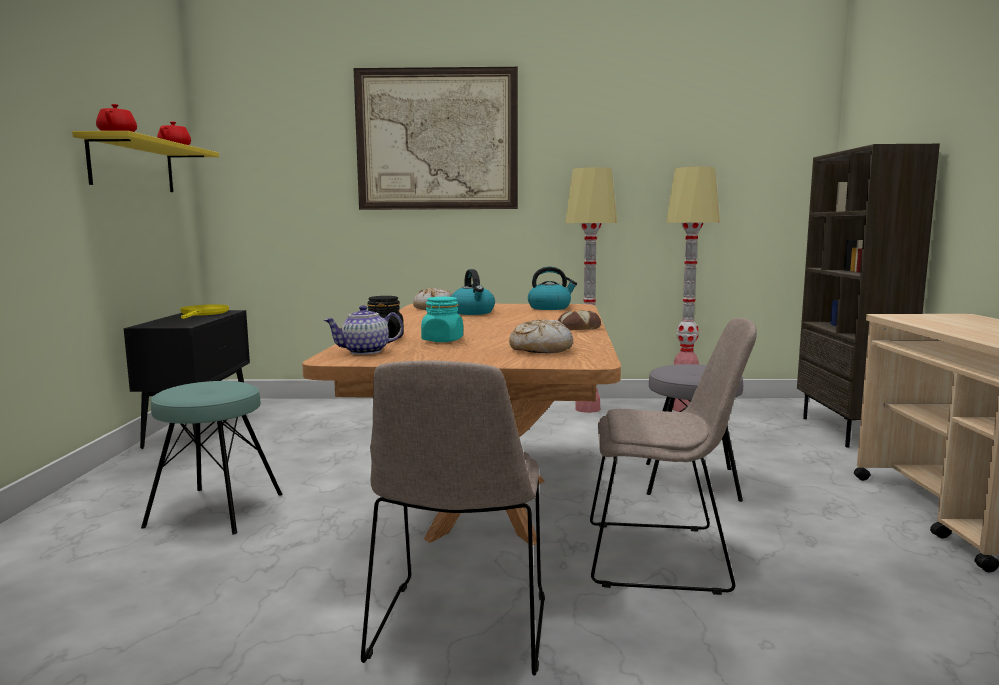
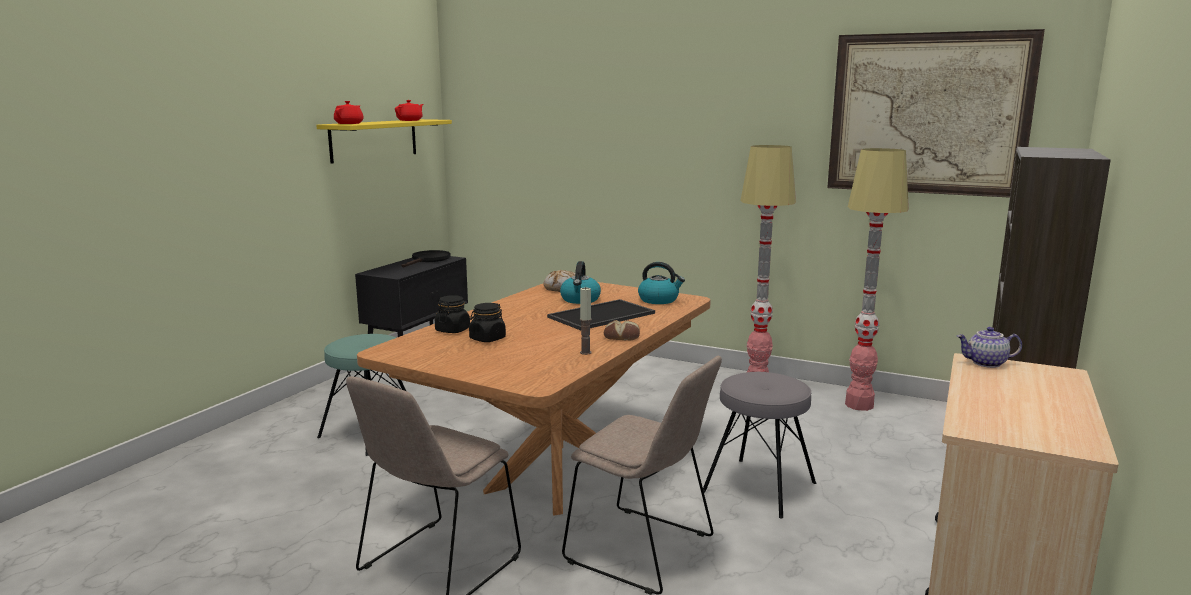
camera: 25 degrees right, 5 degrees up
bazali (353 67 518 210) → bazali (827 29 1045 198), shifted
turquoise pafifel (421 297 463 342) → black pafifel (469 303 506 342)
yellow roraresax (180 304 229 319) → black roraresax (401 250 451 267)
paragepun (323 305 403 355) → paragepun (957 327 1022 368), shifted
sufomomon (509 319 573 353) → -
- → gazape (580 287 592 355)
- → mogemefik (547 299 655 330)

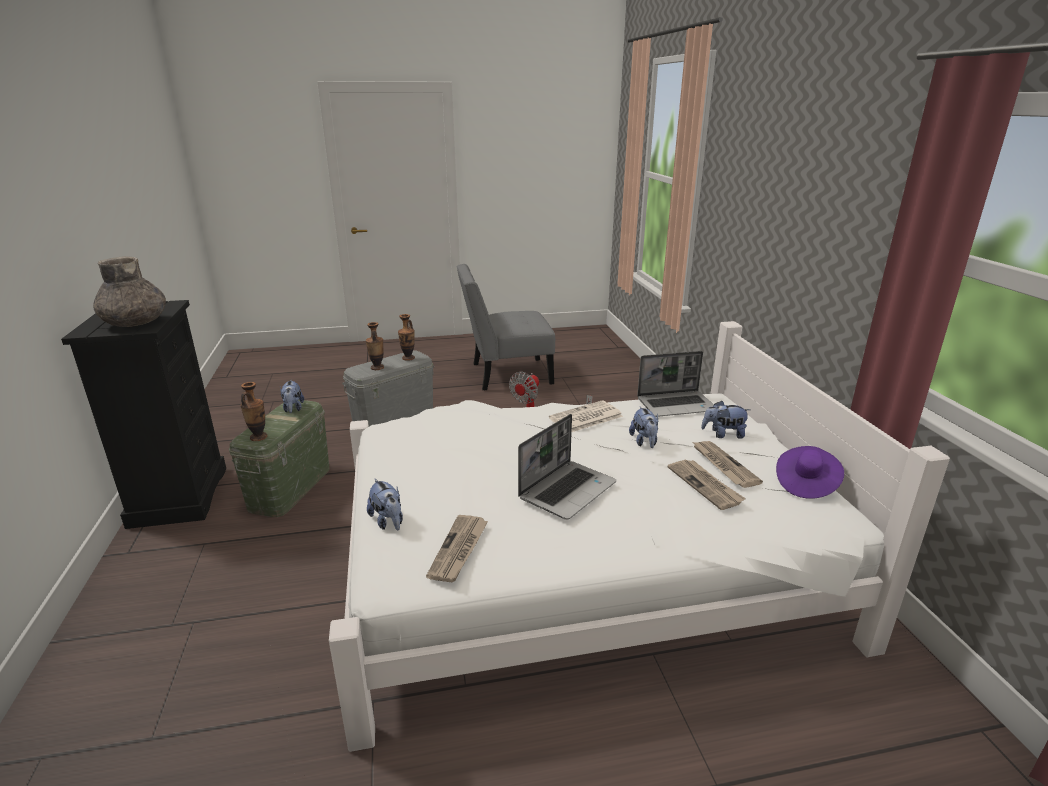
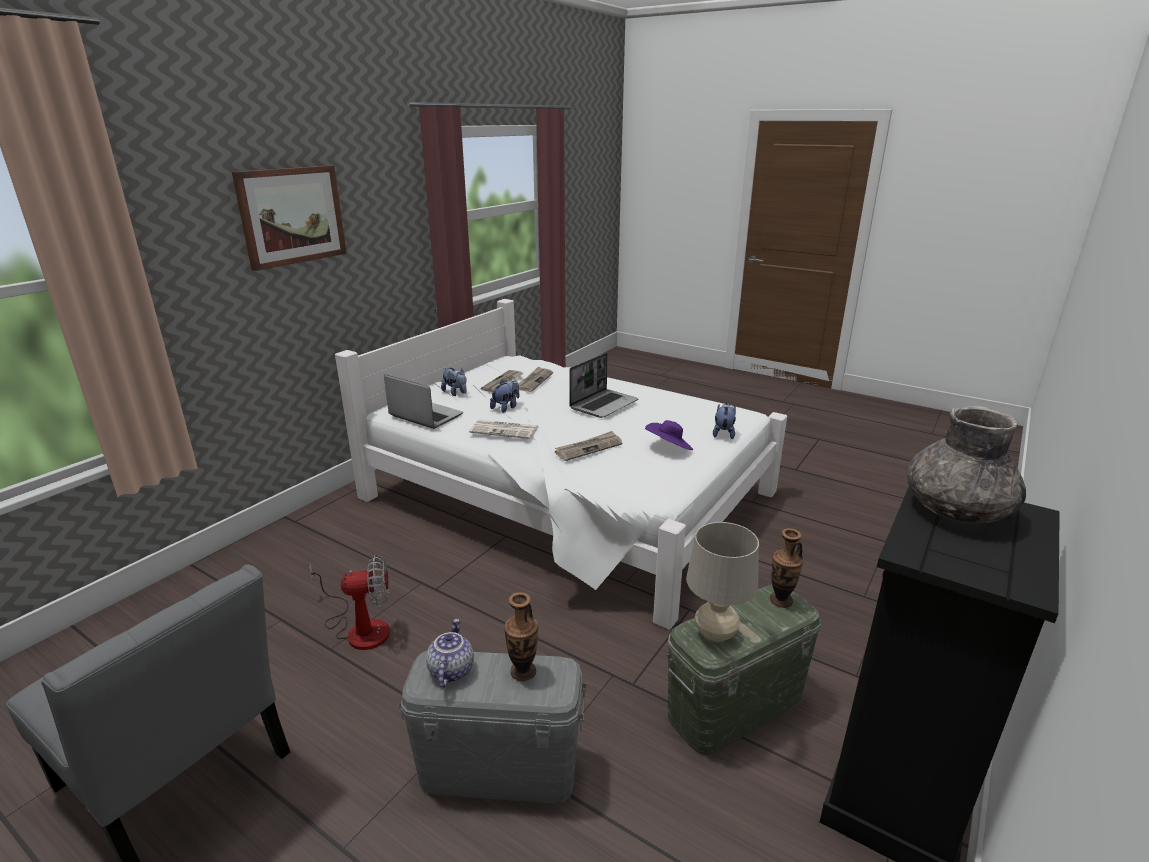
camera: 135 degrees left, 0 degrees up
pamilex (398 314 415 361) → paragepun (426 619 474 688)
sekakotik (280 379 304 413) → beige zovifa (686 522 759 643)
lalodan (518 414 616 520) → lalodan (569 353 638 418), 135 degrees clockwise
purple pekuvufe (776 446 844 499) → purple pekuvufe (645 420 693 450), shifted
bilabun (426 515 488 582) → bilabun (555 431 622 461), shifted
- → bazali (232 165 347 271)

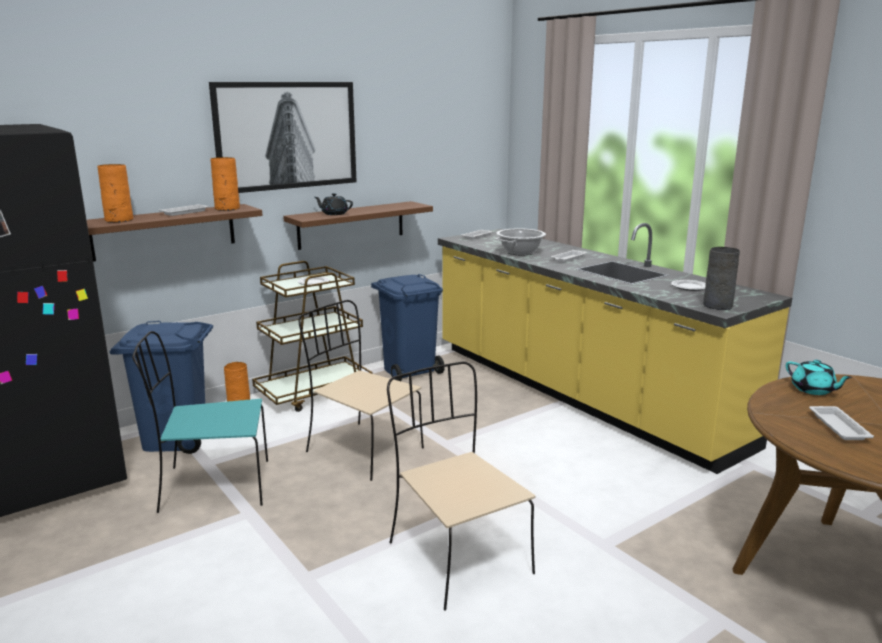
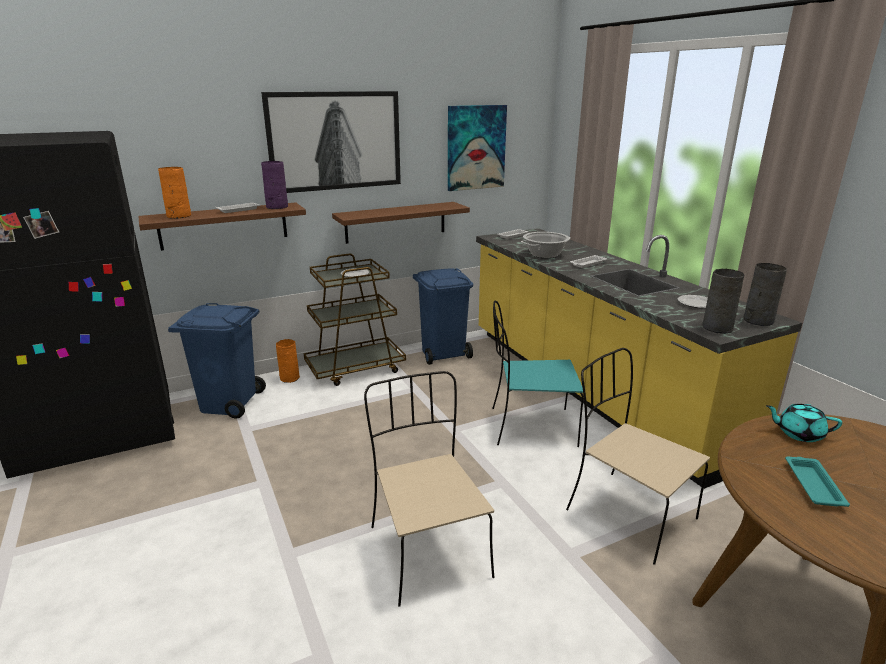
camera: 10 degrees right, 5 degrees up
orange pamilex (210 157 240 211) → purple pamilex (261 161 288 209)
black paragepun (315 193 353 215) → -
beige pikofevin (299 300 424 481) → beige pikofevin (566 348 710 565), shifted
turquoise pikofevin (132 331 268 513) → turquoise pikofevin (492 300 584 447), shifted
turquoise paragepun (786 360 852 395) → turquoise paragepun (766 404 842 442), 135 degrees clockwise
white mogemefik (809 406 874 440) → turquoise mogemefik (785 456 850 507)
- → bazali (448 105 507 191)
- → grey pamilex (744 263 787 326)

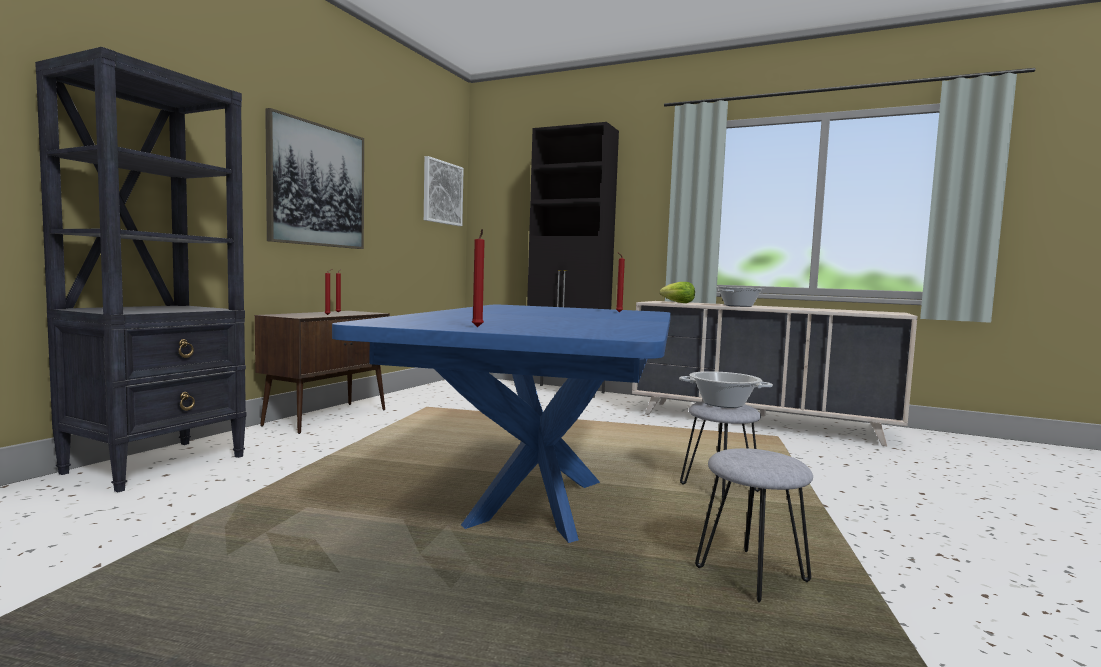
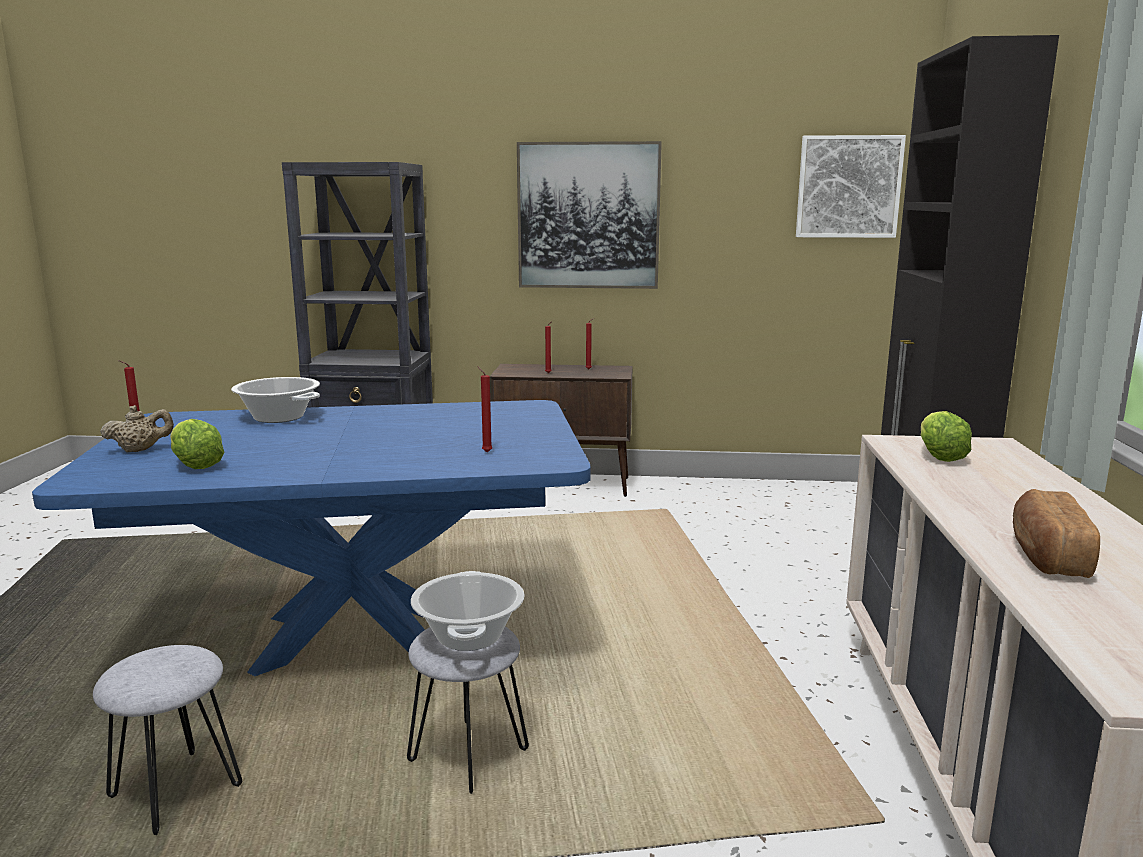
camera: 70 degrees right, 10 degrees up
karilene (718 287 765 307) → karilene (231 377 320 423), shifted
- → beige paragepun (100 405 174 452)
- → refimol (170 419 224 469)
- → sufomomon (1013 489 1100 578)

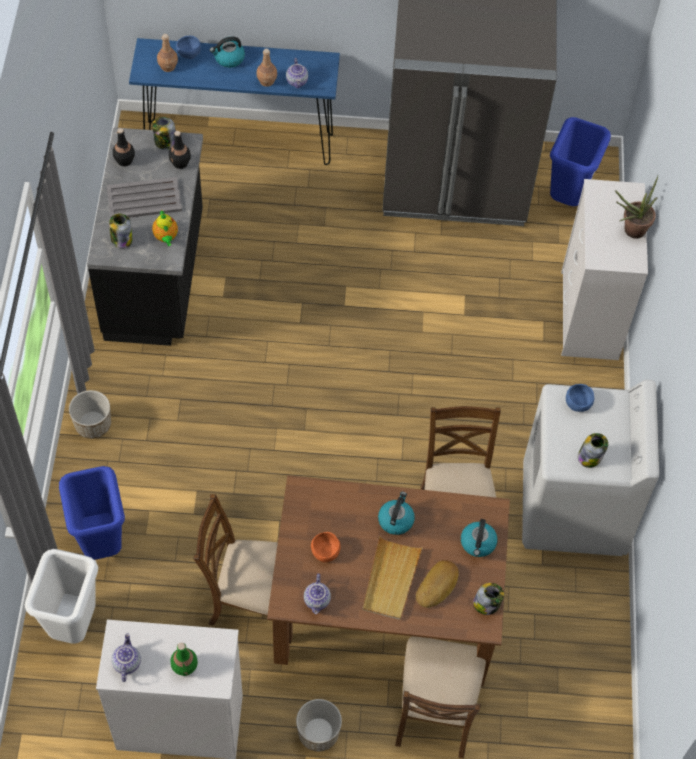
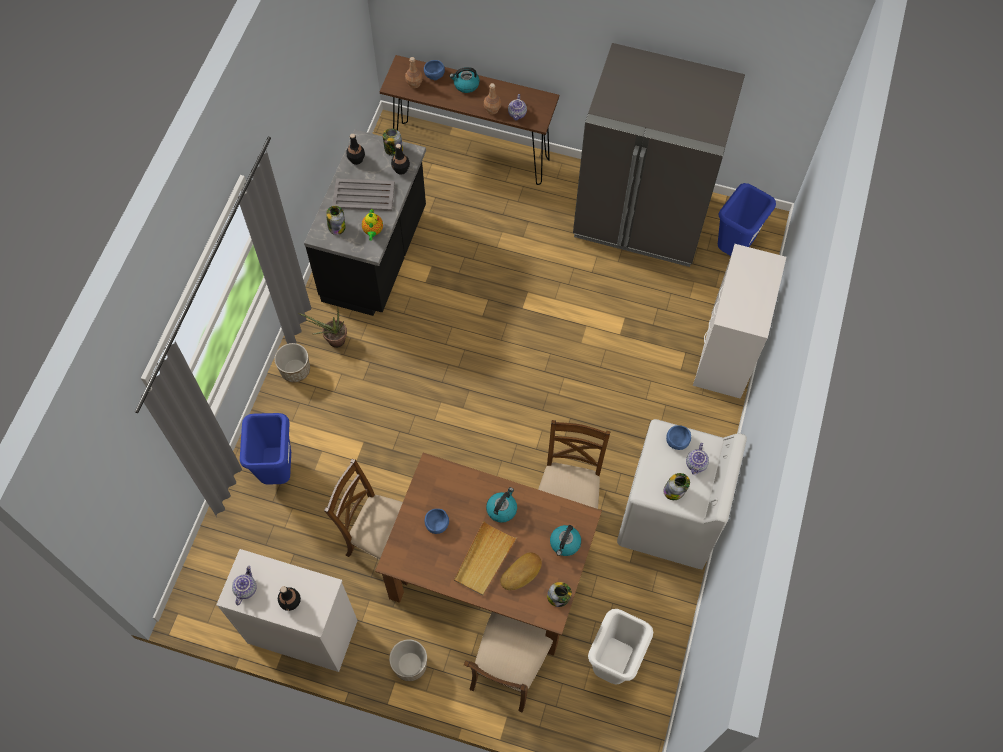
camera: 15 degrees right, 5 degrees up
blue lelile (129 38 340 165) → brown lelile (379 55 559 185)
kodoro (615 176 658 239) → kodoro (298 308 347 348), shifted
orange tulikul (311 532 341 562) → blue tulikul (424 509 449 534)
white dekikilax (25 549 98 644) → white dekikilax (588 609 654 684), shifted
paragepun (304 574 331 614) → paragepun (686 443 709 475), shifted
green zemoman (171 643 198 676) → black zemoman (278 586 301 611)

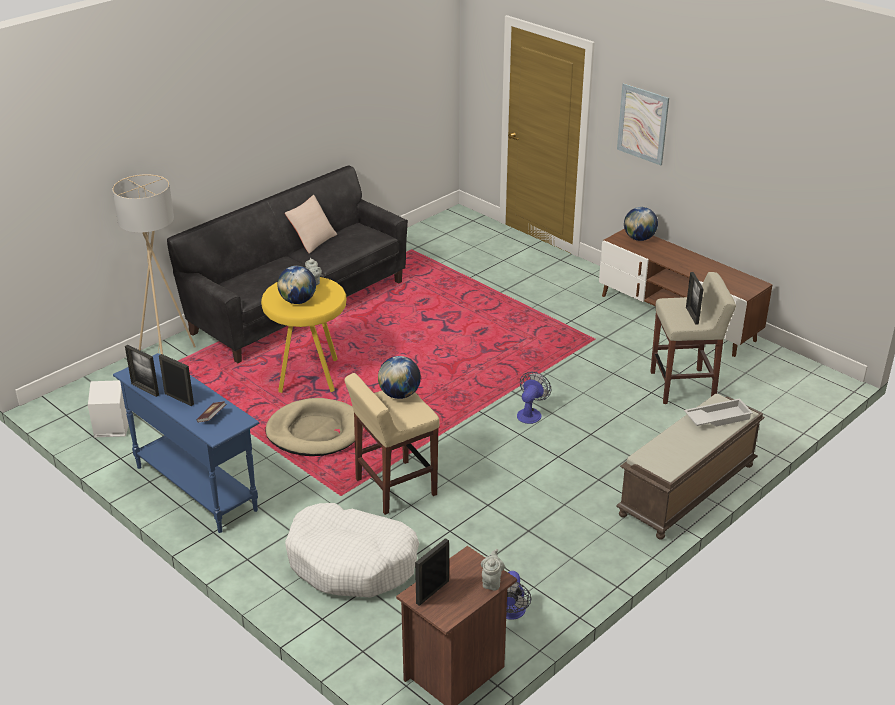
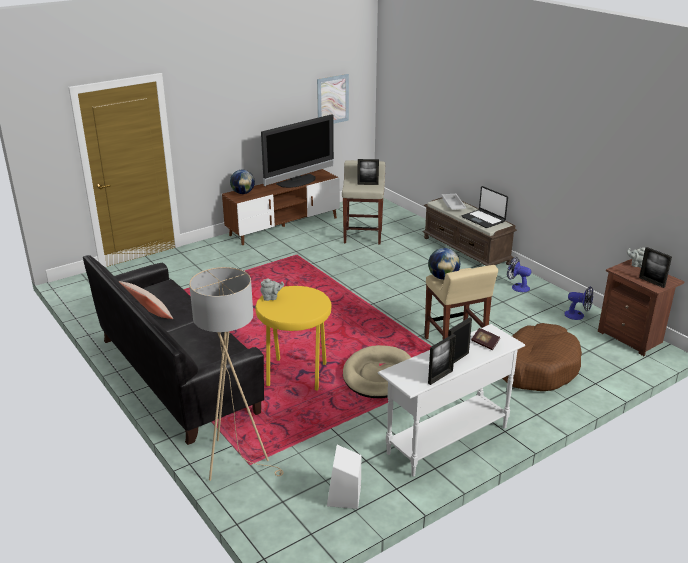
camera: 80 degrees left, 5 degrees down
bazali (617 83 669 165) → bazali (317 74 349 124), shifted
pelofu (277 266 316 304) → -
blue lelile (113 353 260 533) → white lelile (378 324 525 477)
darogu (517 372 551 424) → darogu (507 257 531 292), shifted
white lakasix (285 503 419 597) → brown lakasix (502 323 582 391)
- → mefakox (261 114 334 188)
- → lalodan (462 186 508 228)

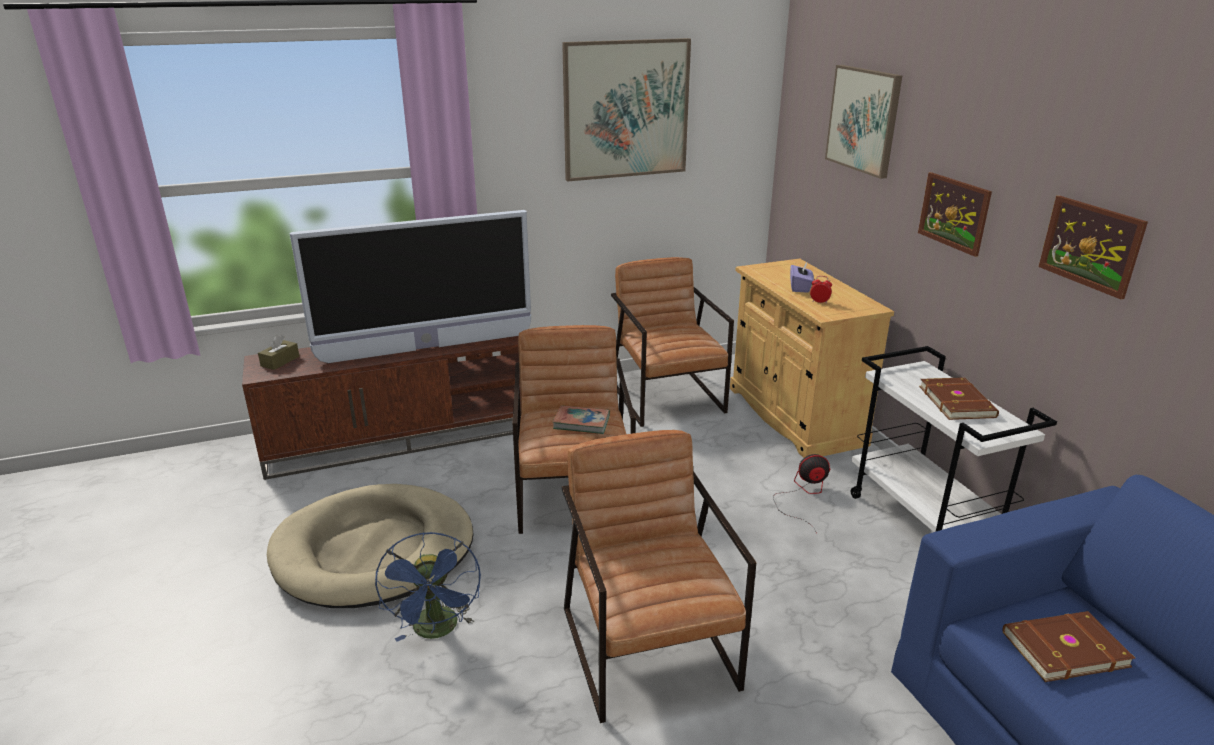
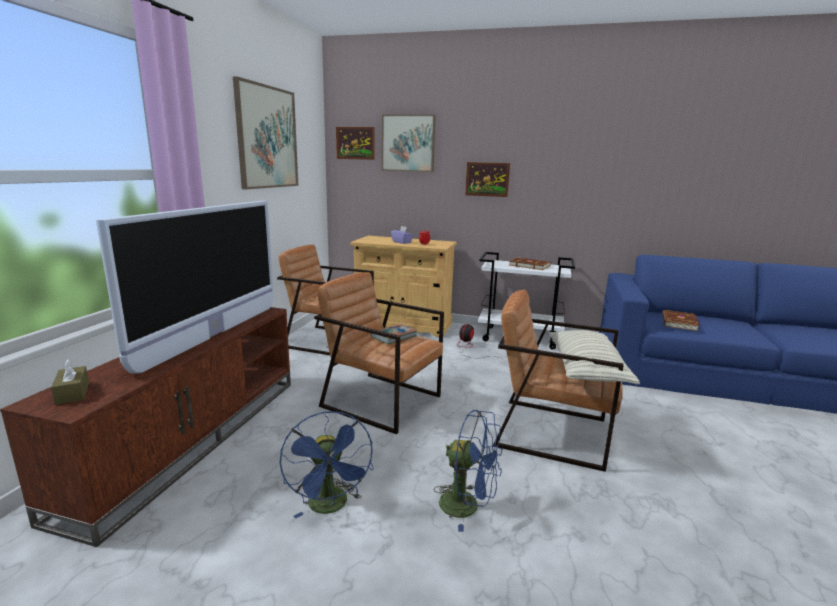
camera: 55 degrees left, 10 degrees down
bazali (1038 196 1148 299) → bazali (336 127 375 160), shifted
beige lakasix (267 484 474 608) → blue darogu (280 411 373 519)
- → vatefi (549 330 640 385)

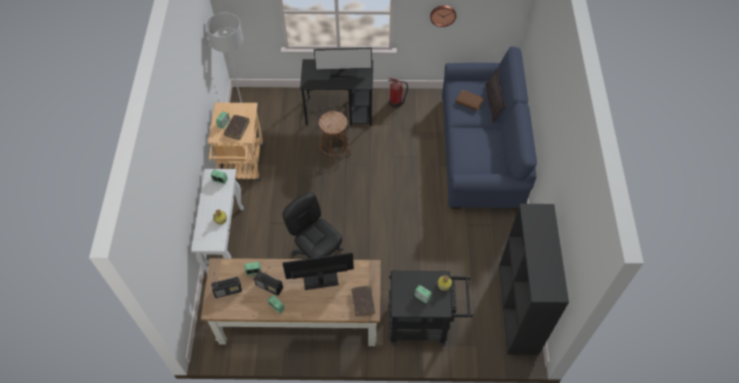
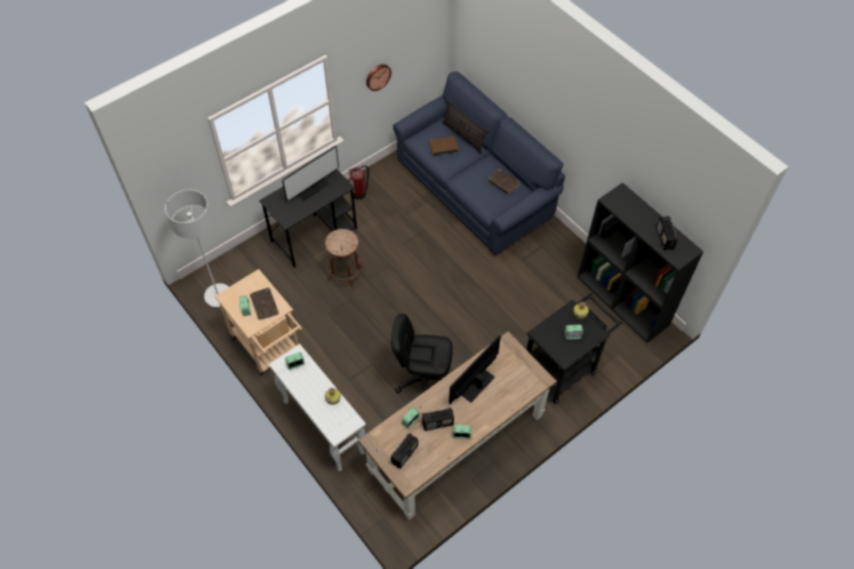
camera: 40 degrees left, 0 degrees up
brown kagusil (351 285 375 316) → brown kagusil (488 168 520 195), shifted
- → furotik (656 216 678 250)

